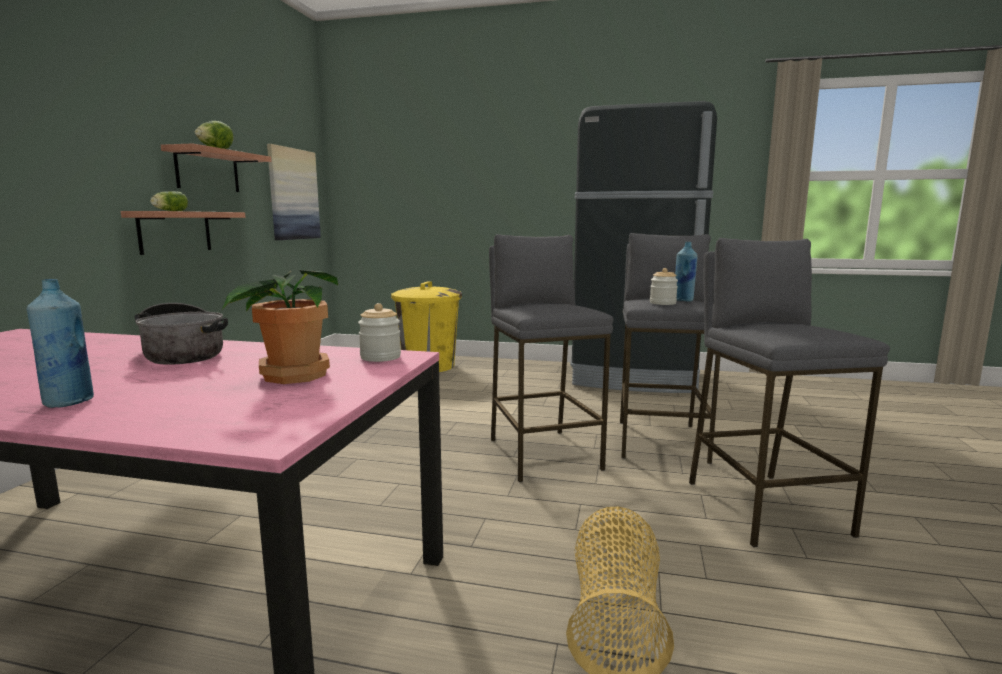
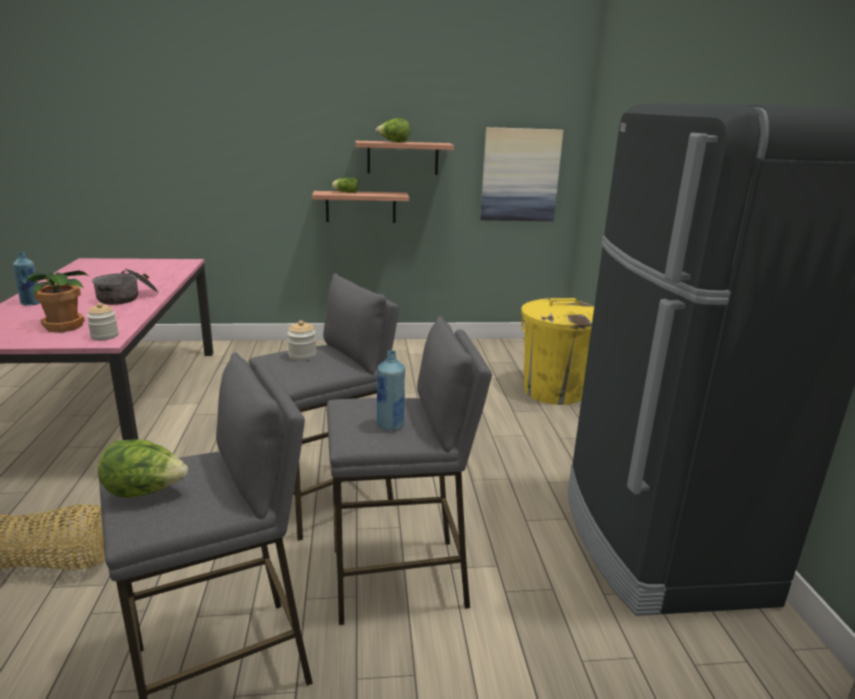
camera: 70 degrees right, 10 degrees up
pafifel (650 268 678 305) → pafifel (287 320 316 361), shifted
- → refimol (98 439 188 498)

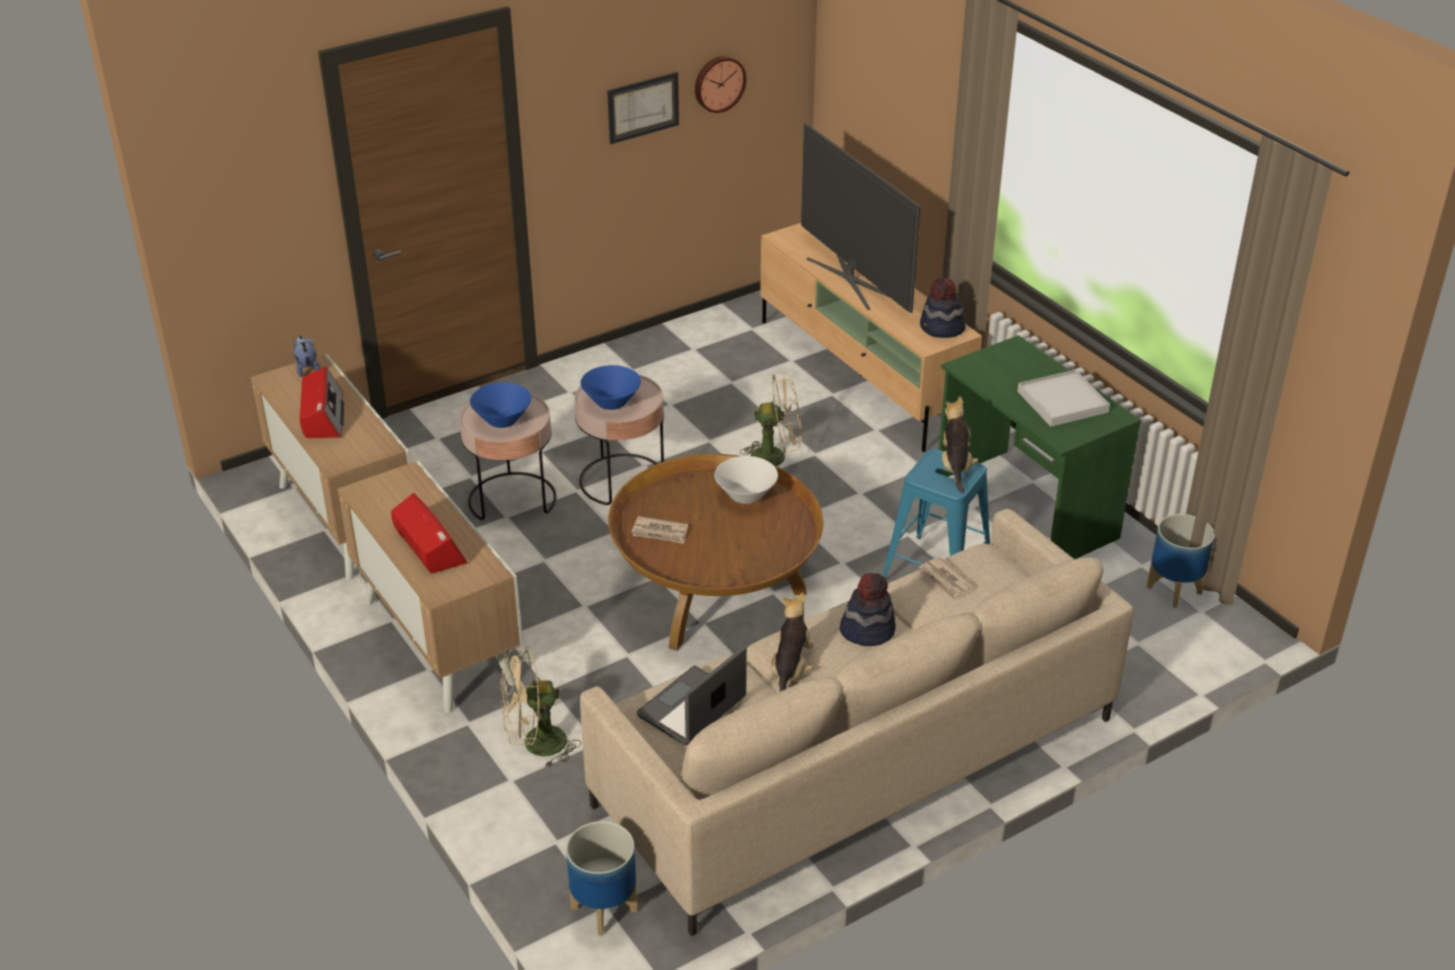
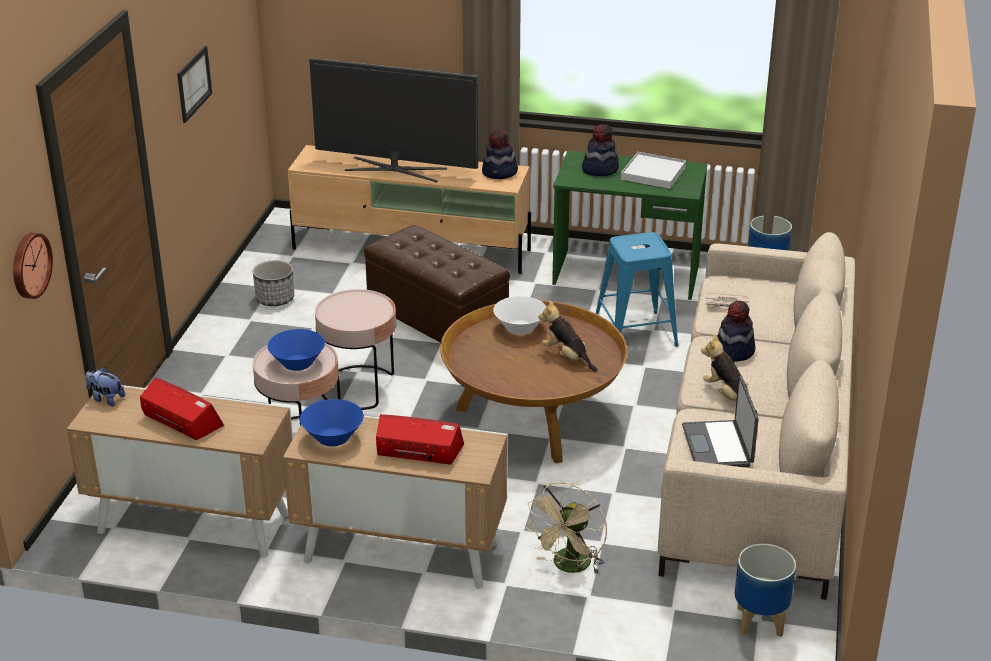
camera: 45 degrees left, 5 degrees down
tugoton (695 56 746 113) → tugoton (13 233 53 299), shifted
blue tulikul (580 365 641 410) → blue tulikul (300 399 364 447), shifted
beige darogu (740 373 801 467) → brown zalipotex (364 225 510 343)
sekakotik (942 396 978 493) → sekakotik (538 300 598 372), shifted
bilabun (632 516 688 544) → -
- → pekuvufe (582 124 619 176)
- → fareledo (253 260 294 306)

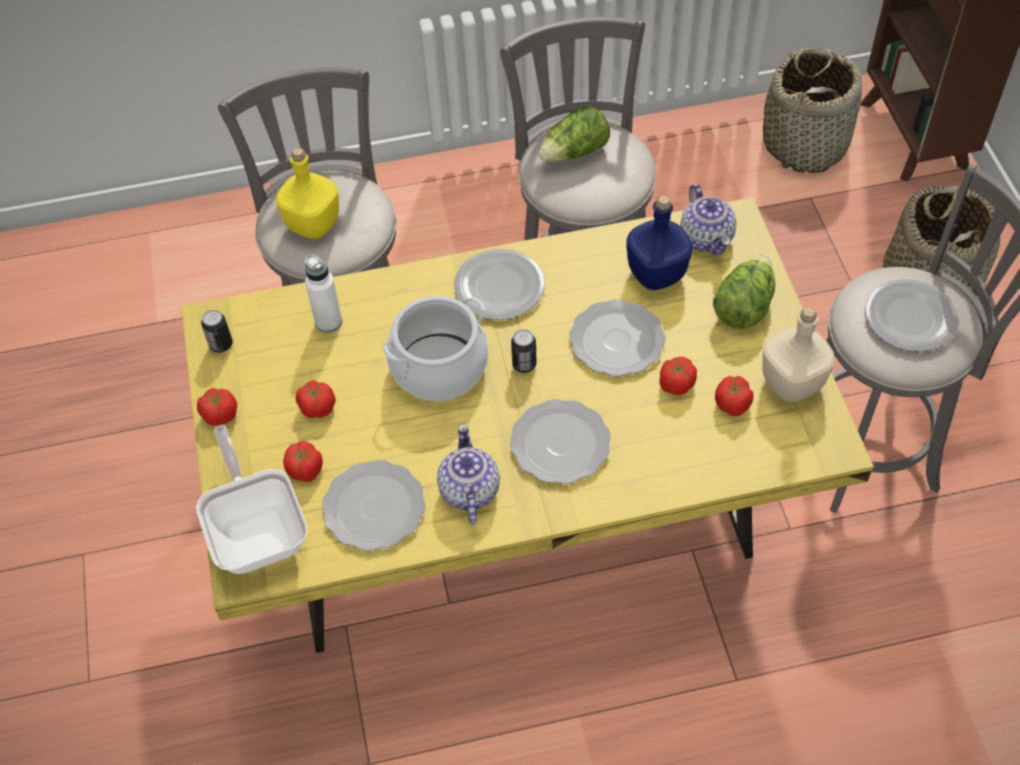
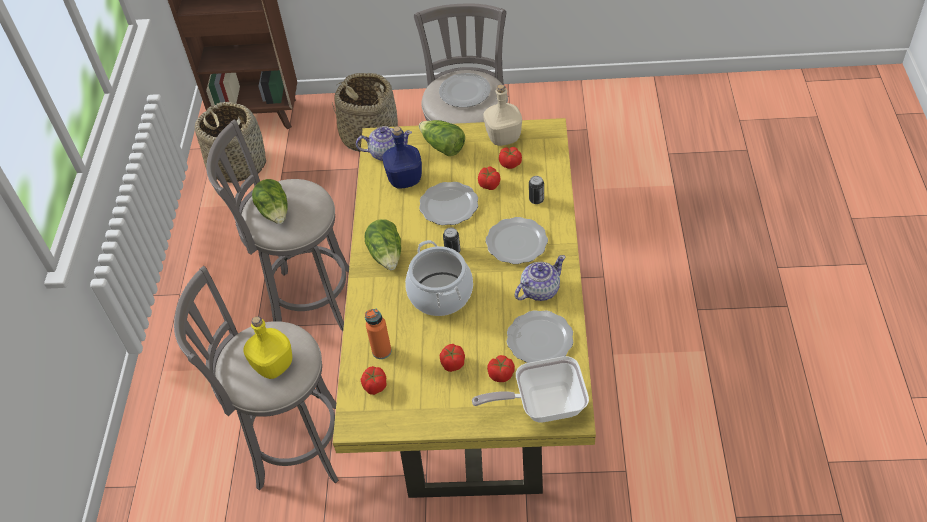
camera: 75 degrees left, 5 degrees down
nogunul (454 249 545 320) → refimol (365 219 401 270)
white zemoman (305 255 342 333) → orange zemoman (365 309 392 359)
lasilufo (201 310 233 353) → lasilufo (529 176 544 204), shifted
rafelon (197 388 237 426) → rafelon (361 366 387 395), shifted
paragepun (437 424 500 524) → paragepun (515 255 565 301), 135 degrees clockwise

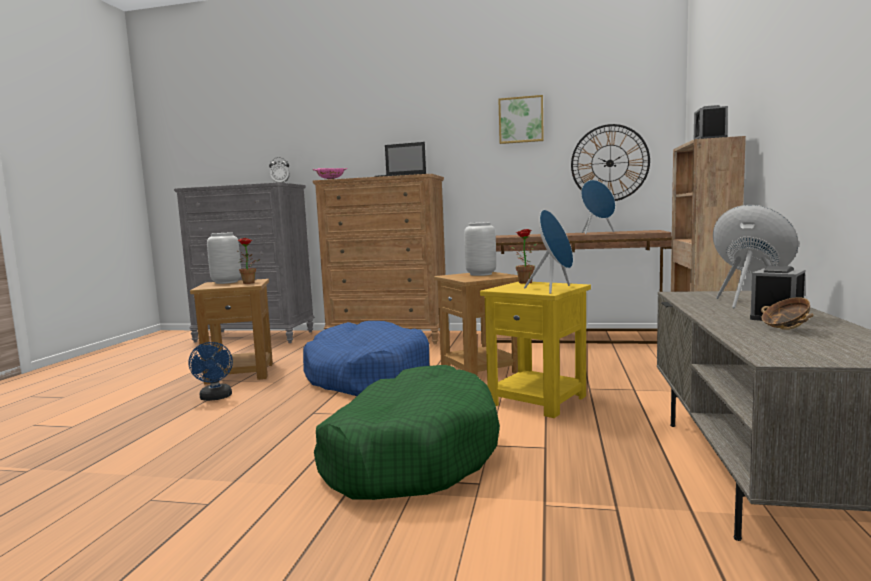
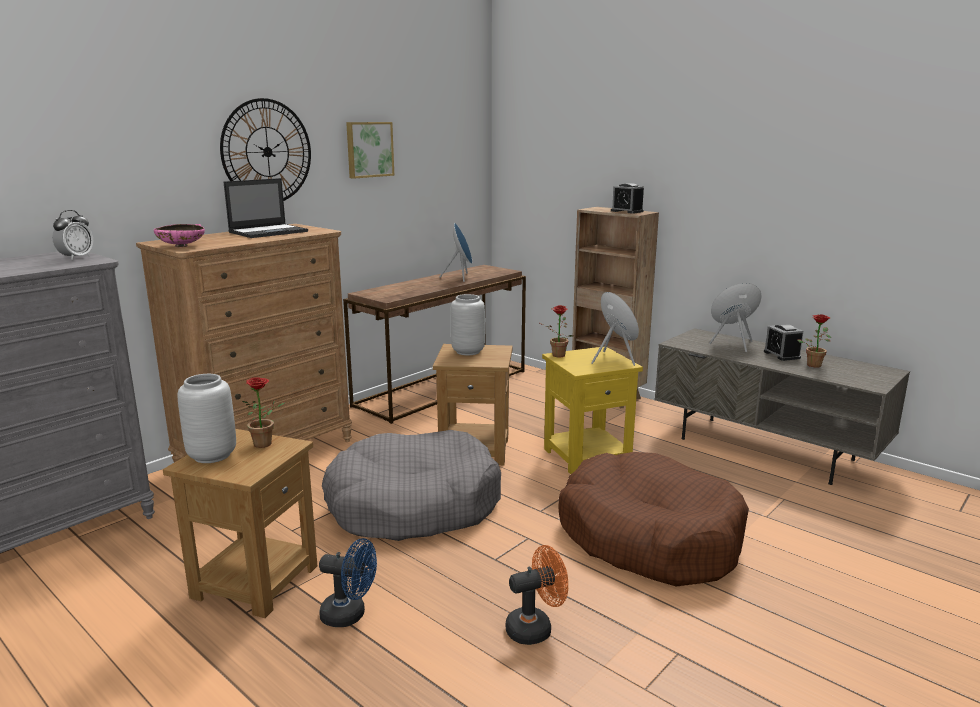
camera: 60 degrees left, 10 degrees up
tugoton (571 124 650 201) → tugoton (220 98 311 201), shifted
tulikul (761 297 813 330) → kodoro (797 314 831 368)
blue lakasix (303 321 429 396) → grey lakasix (322 430 501 541)
green lakasix (314 365 500 500) → brown lakasix (558 452 749 586)
- → orange darogu (506 545 568 645)

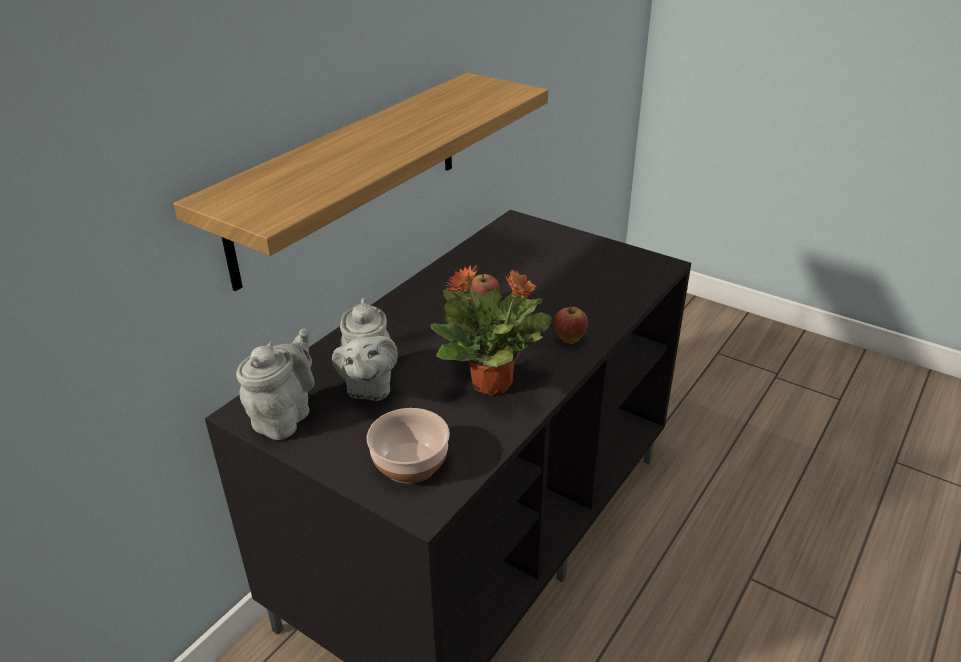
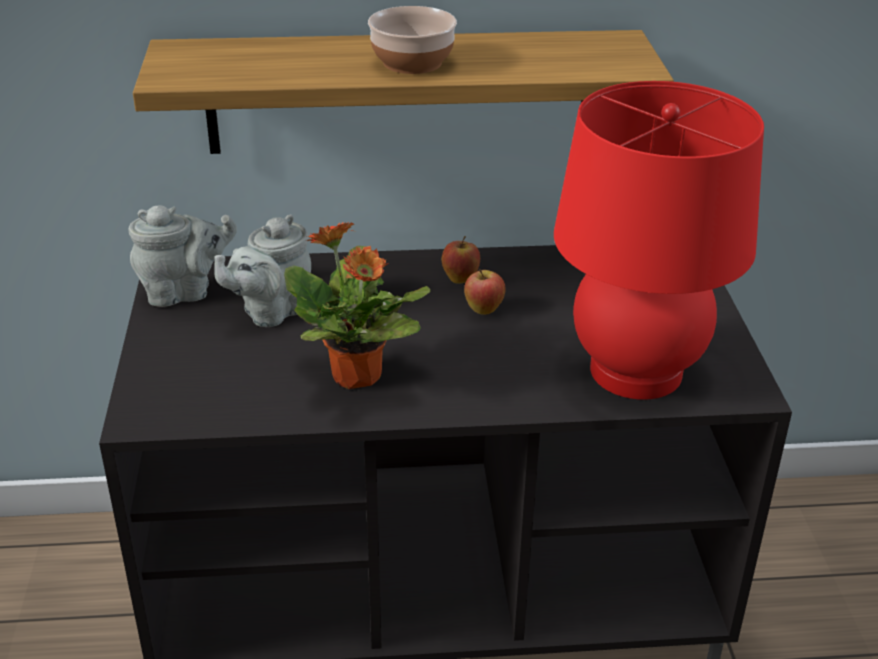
camera: 50 degrees right, 0 degrees up
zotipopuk (554 302 588 344) → zotipopuk (441 236 480 284), shifted
tulikul (367 408 450 484) → tulikul (368 6 457 74), shifted
- → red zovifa (554 81 764 400)

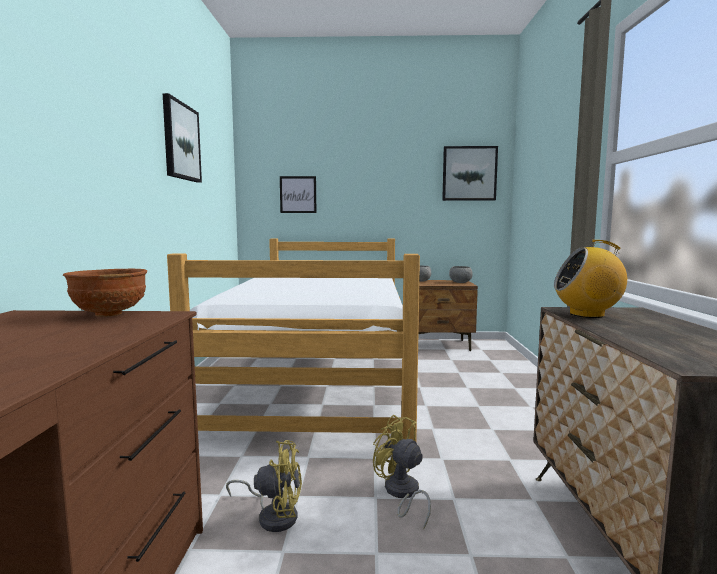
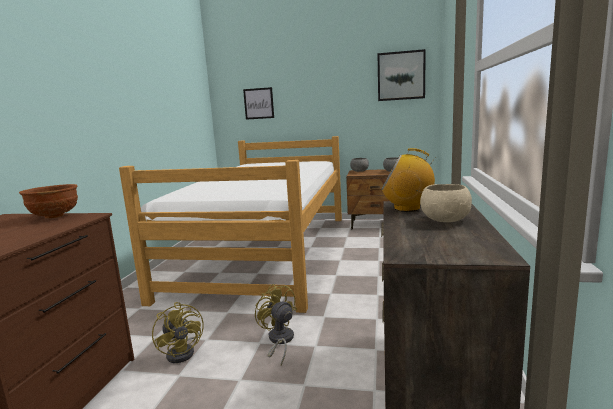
camera: 10 degrees right, 5 degrees up
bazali (163 93 202 182) → -
yellow darogu (226 440 302 532) → yellow darogu (152 302 204 363), 45 degrees clockwise
- → beige tulikul (420 184 472 222)

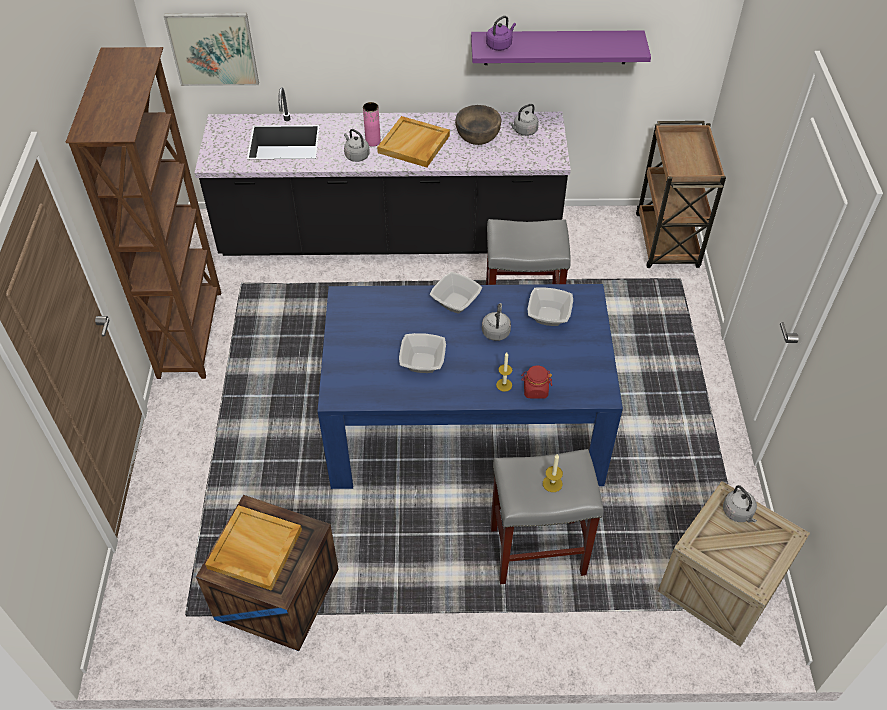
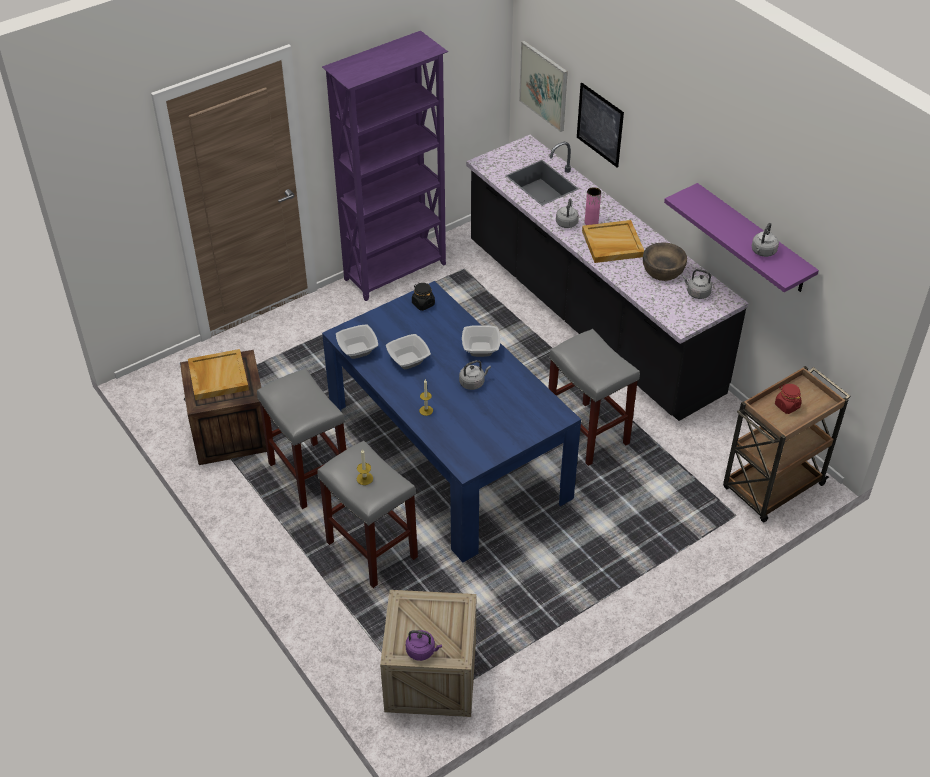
camera: 55 degrees right, 5 degrees down
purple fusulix (486 16 516 51) → purple fusulix (406 630 442 661), shifted
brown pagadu (66 47 221 379) → purple pagadu (322 31 448 301)
tulikul (528 287 573 326) → tulikul (336 324 378 359), shifted
red pafifel (521 365 552 399) → red pafifel (775 383 802 414), shifted
grey fusulix (723 485 757 523) → grey fusulix (752 223 779 257), shifted
- → bazali (577 83 624 167)
- → black pafifel (412 283 435 311)
- → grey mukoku (257 368 346 509)

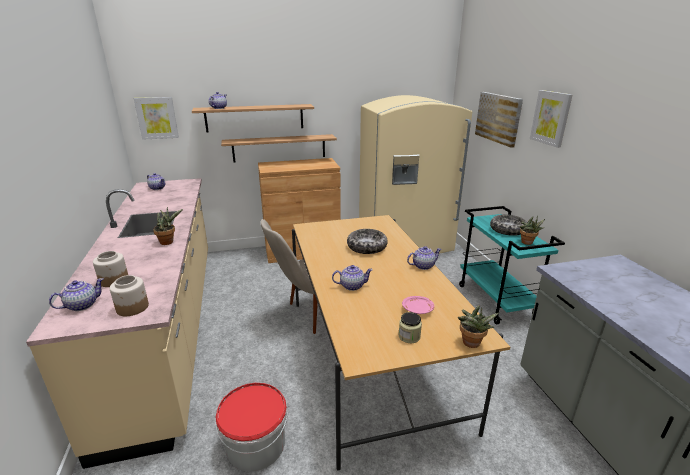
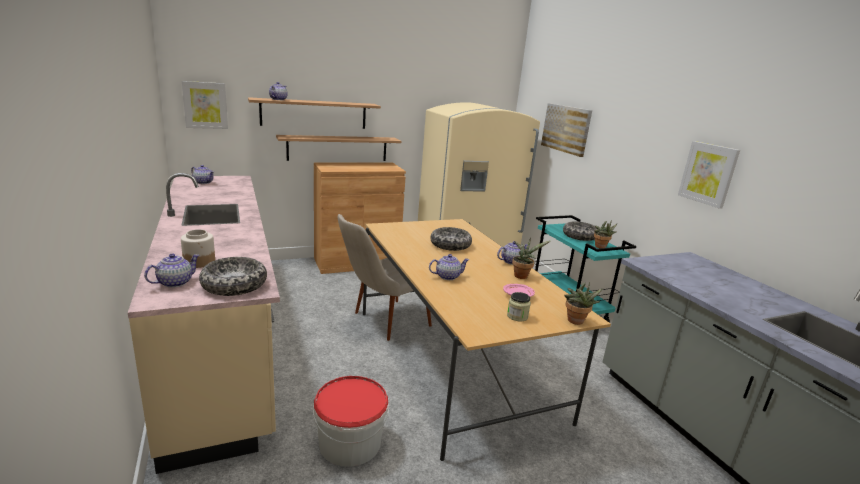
camera: 10 degrees left, 5 degrees down
bazali (530 90 572 148) → bazali (678 141 740 209), shifted
kodoro (153 207 183 245) → kodoro (512 238 550 279), shifted
pafifel (110 275 149 316) → tulikul (199 257 267 296)

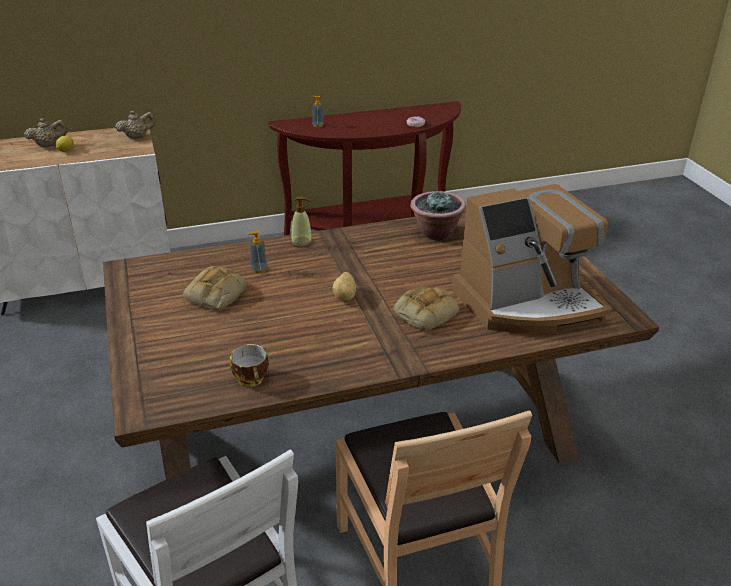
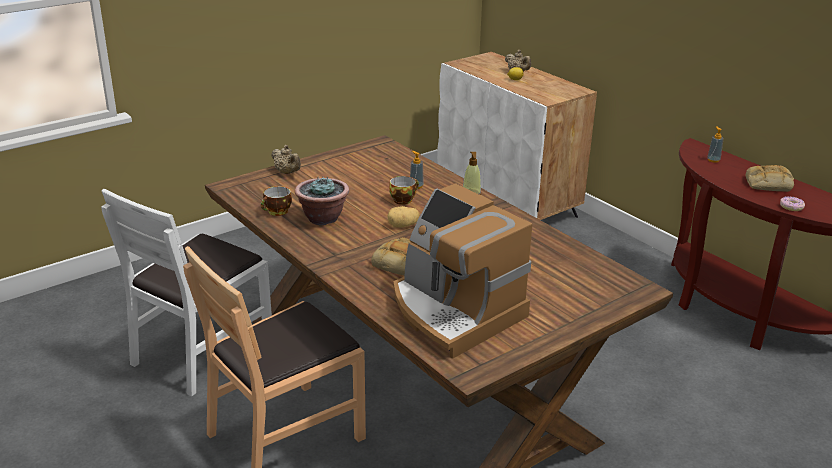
camera: 70 degrees right, 5 degrees down
beige paragepun (115 111 156 139) → beige paragepun (271 145 301 174), shifted
kodoro (410 190 466 240) → kodoro (295 176 349 225), shifted
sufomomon (183 266 247 311) → sufomomon (746 165 794 192), shifted
- → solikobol (389 176 419 205)

